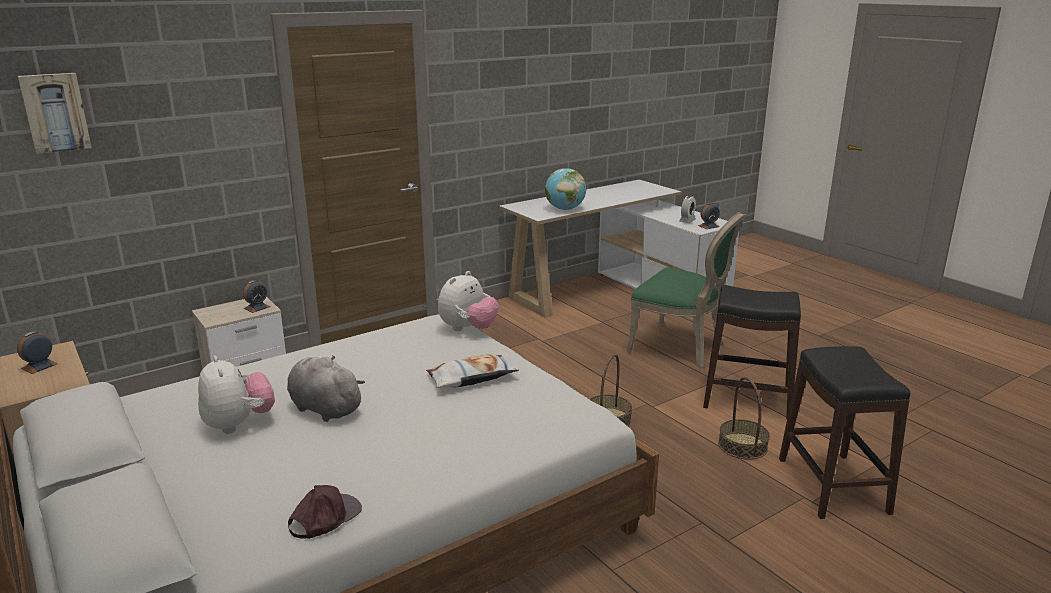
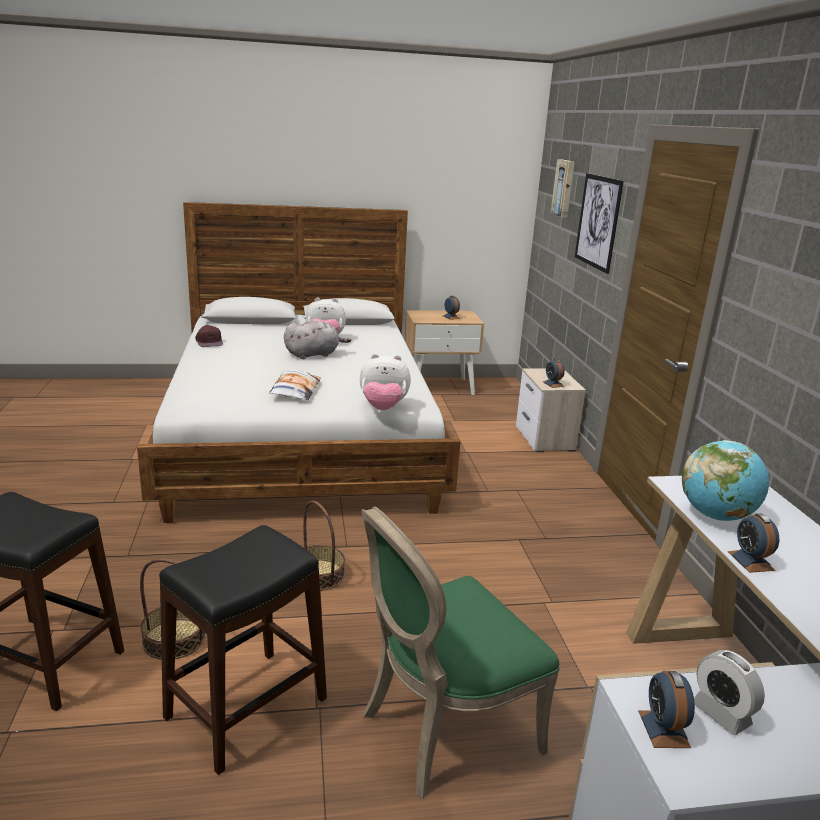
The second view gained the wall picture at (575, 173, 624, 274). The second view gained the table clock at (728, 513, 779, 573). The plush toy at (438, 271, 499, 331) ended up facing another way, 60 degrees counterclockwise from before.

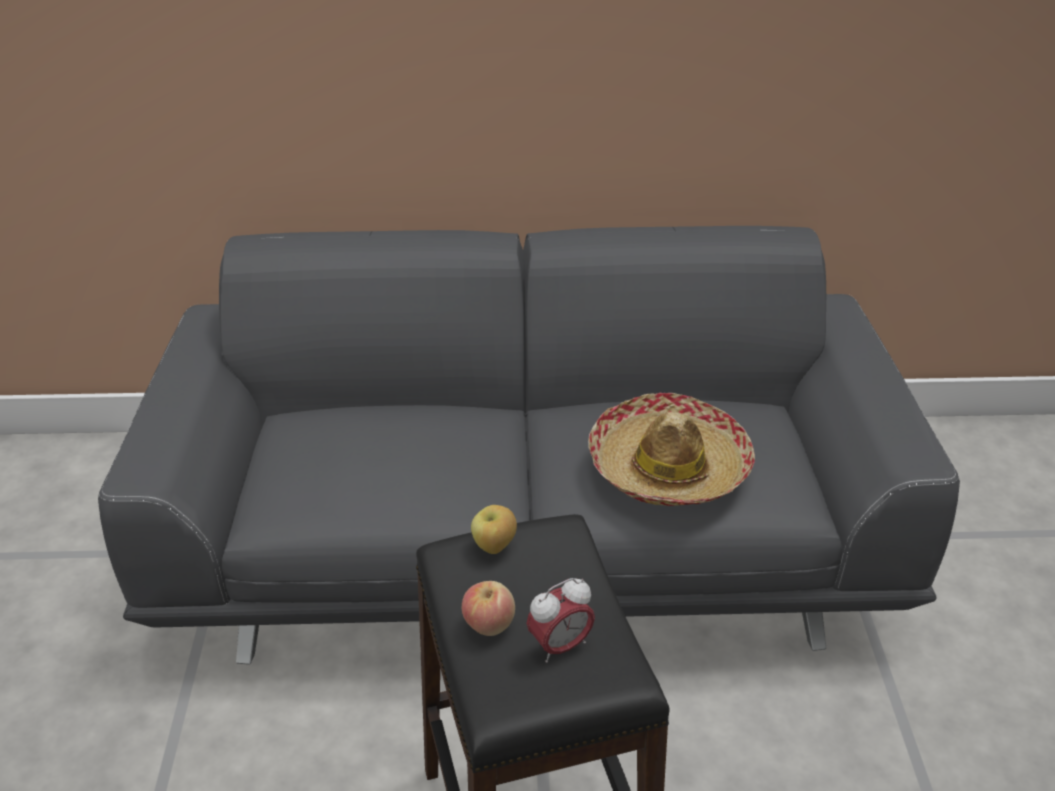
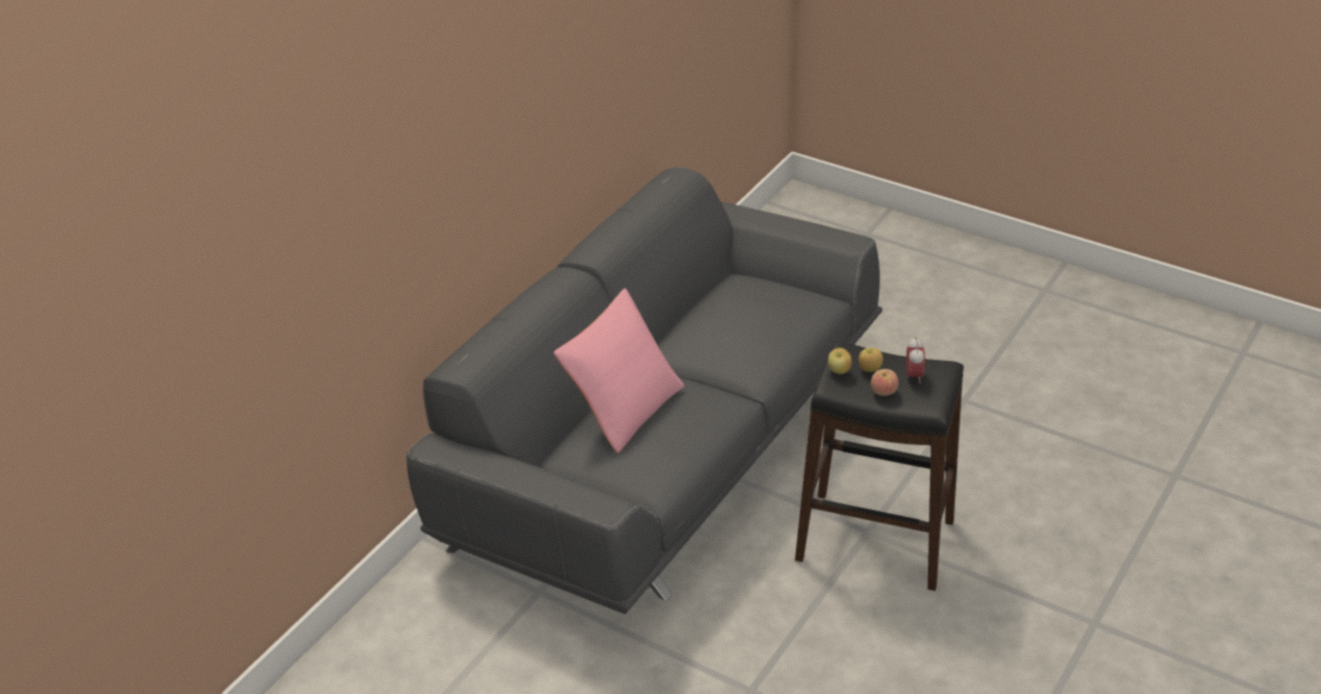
The second view lost the clothing hat at (588, 393, 755, 506). The second view gained the throw pillow/pink-coloured at (554, 288, 684, 453). The second view gained the apple fruit at (859, 348, 883, 372).

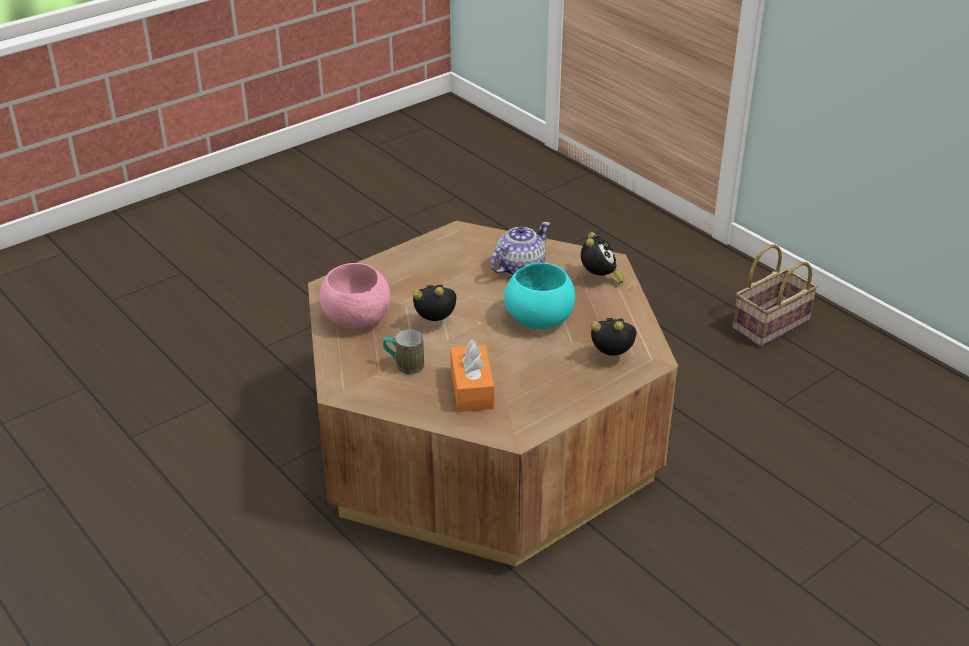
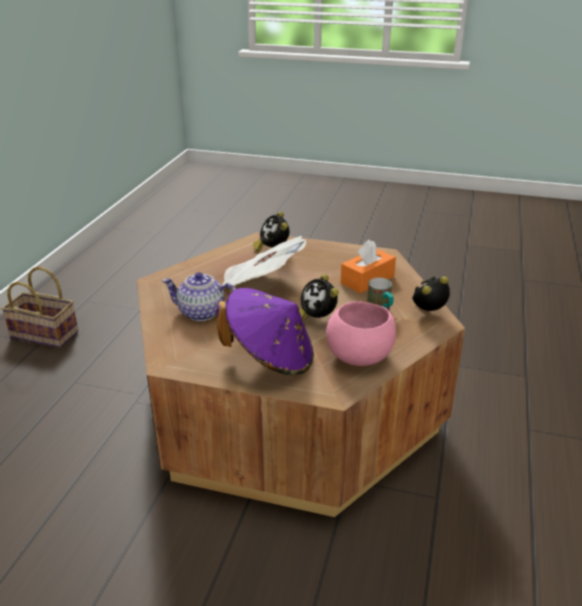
The second view gained the clothing hat/purplish at (217, 288, 314, 375). The table clock ended up elsewhere, having gone from (581, 232, 624, 284) to (412, 276, 450, 311). Where the serving bowl/blue-green stood at (504, 262, 575, 329), the newspaper came to stand at (222, 236, 307, 288).

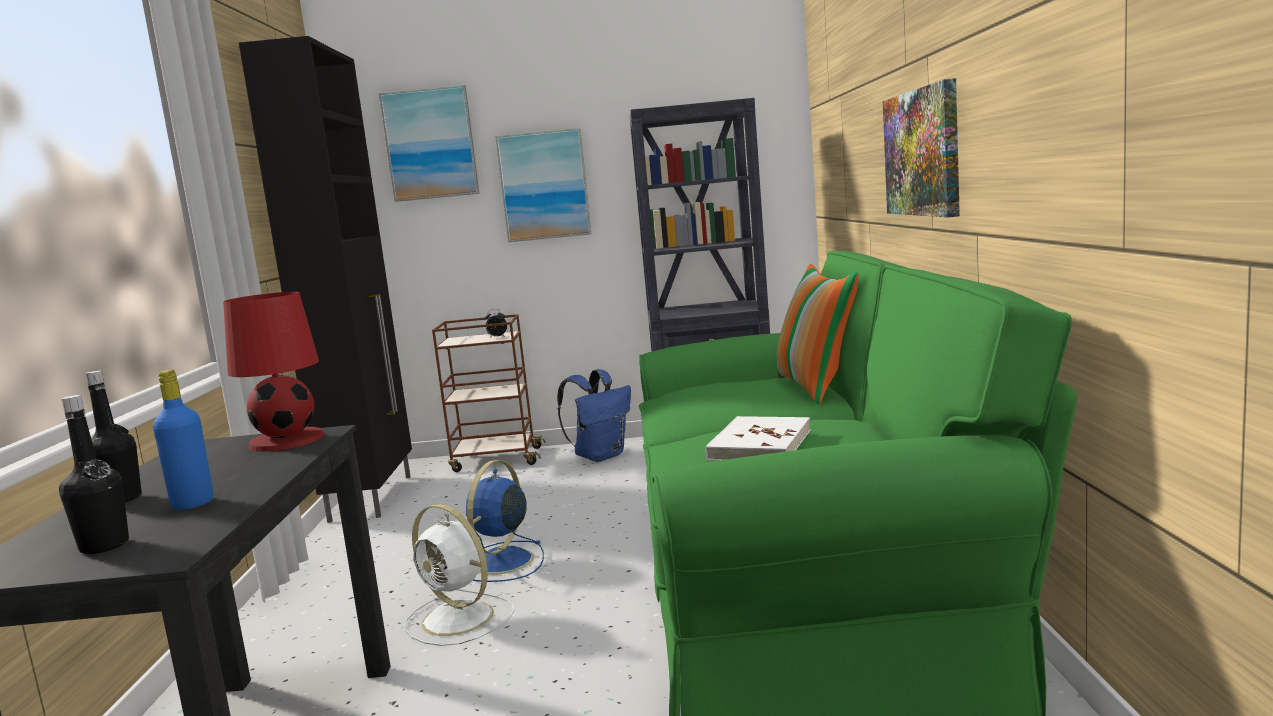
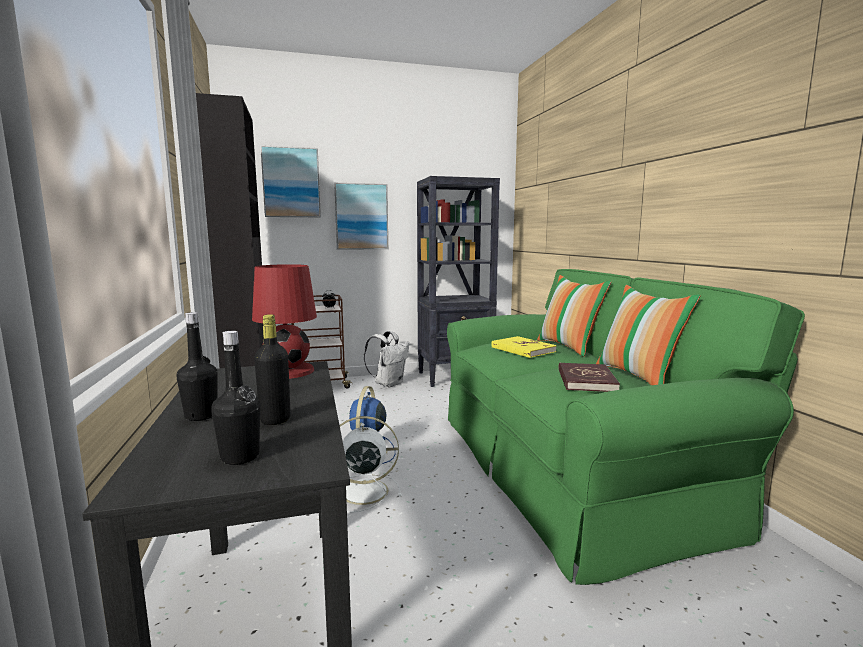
The second view lost the wall picture at (883, 78, 960, 217). The second view gained the volume/yellow at (491, 336, 557, 358). The second view gained the throw pillow at (596, 285, 700, 385). What was the bottle/bluish at (153, 369, 213, 510) turned into the bottle/blackish at (254, 314, 291, 425). What was the rucksack/bluish at (557, 369, 631, 462) turned into the rucksack/whitish at (364, 331, 409, 388). What was the volume/whitish at (705, 416, 811, 461) turned into the volume/red-coloured at (558, 363, 620, 392). The cooling fan/whitish at (405, 504, 514, 646) ended up facing another way, 150 degrees clockwise from before.

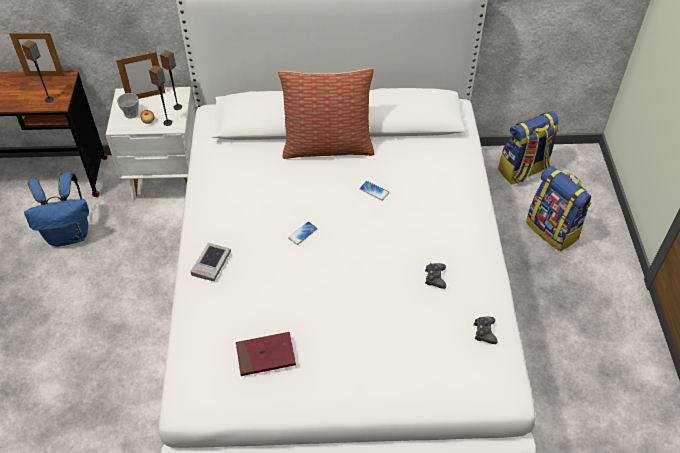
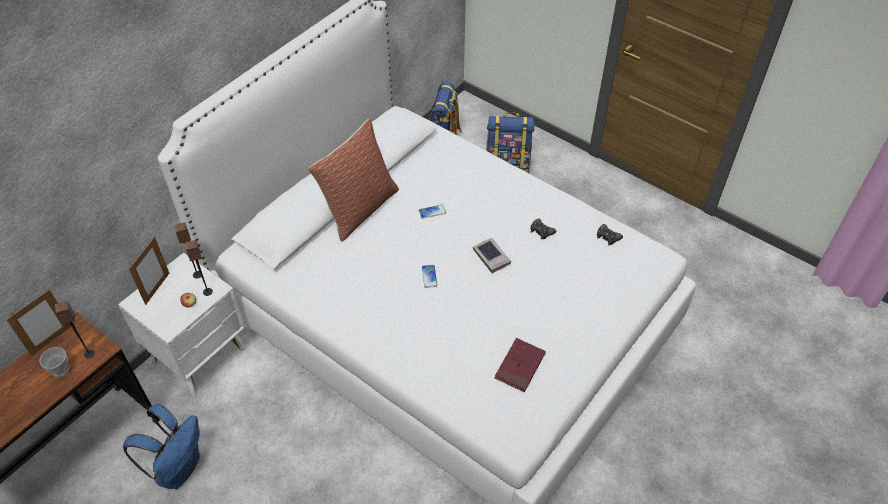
The cup ended up elsewhere, having gone from (117, 93, 139, 119) to (39, 347, 70, 377). The volume ended up elsewhere, having gone from (190, 243, 231, 281) to (473, 238, 511, 273).

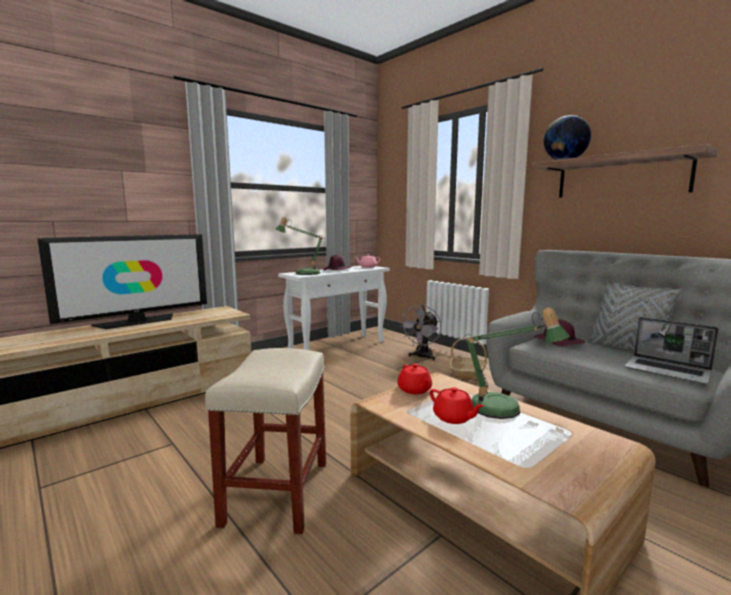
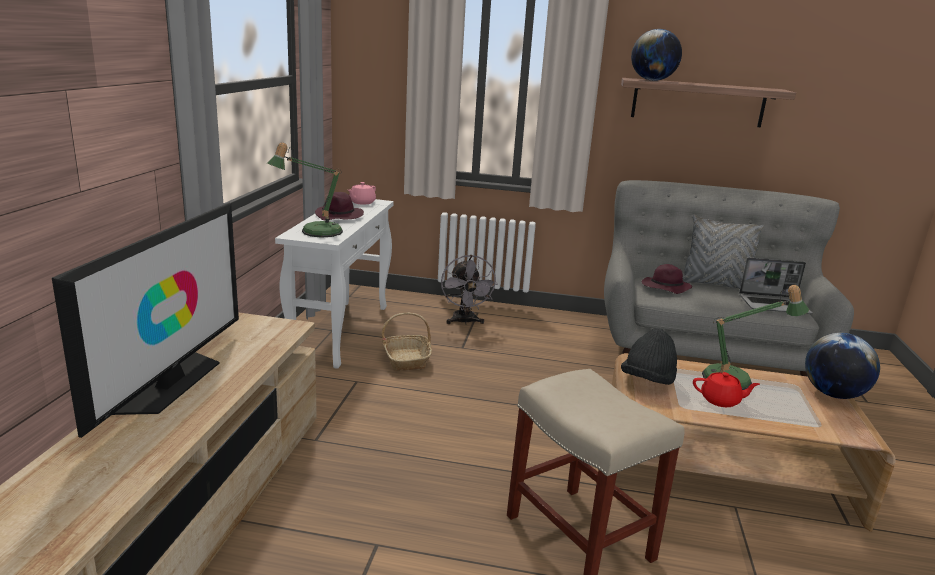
The second view gained the globe at (805, 333, 880, 399). The storage basket ended up elsewhere, having gone from (450, 338, 488, 381) to (381, 313, 432, 371). Where the pot for tea/red-coloured stood at (397, 363, 432, 394), the clothing hat/blackish came to stand at (621, 328, 677, 385).

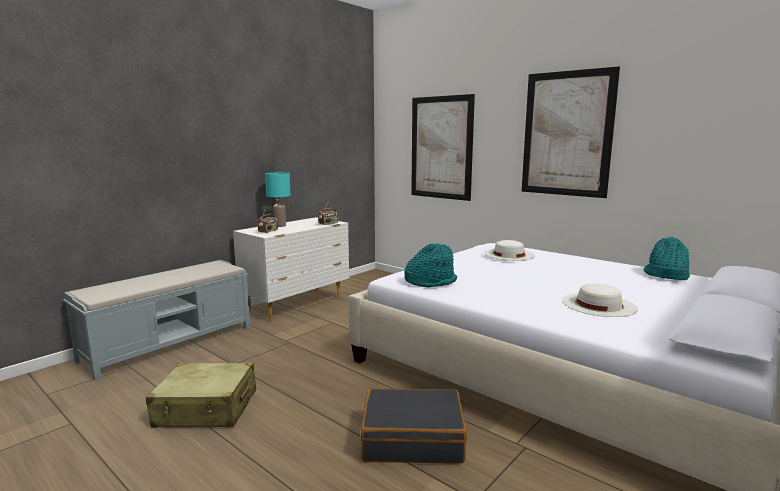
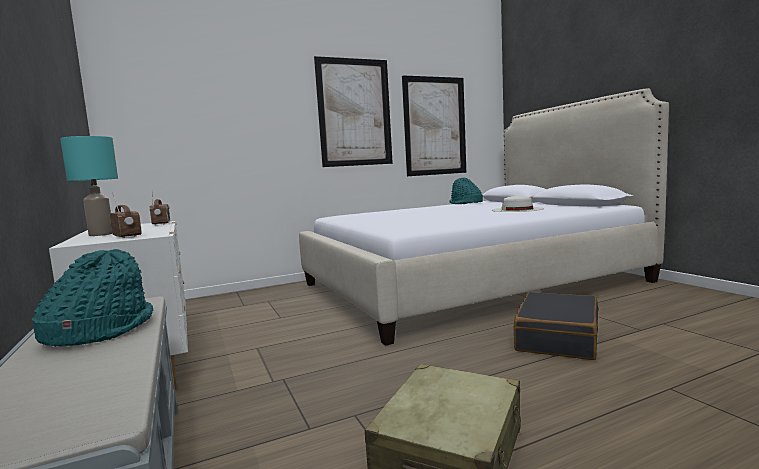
The second view lost the clothing hat/whitish at (484, 240, 535, 261). The clothing hat/blue-green ended up elsewhere, having gone from (404, 243, 457, 288) to (32, 249, 153, 346). The wall picture ended up elsewhere, having gone from (411, 94, 475, 201) to (402, 75, 466, 176).

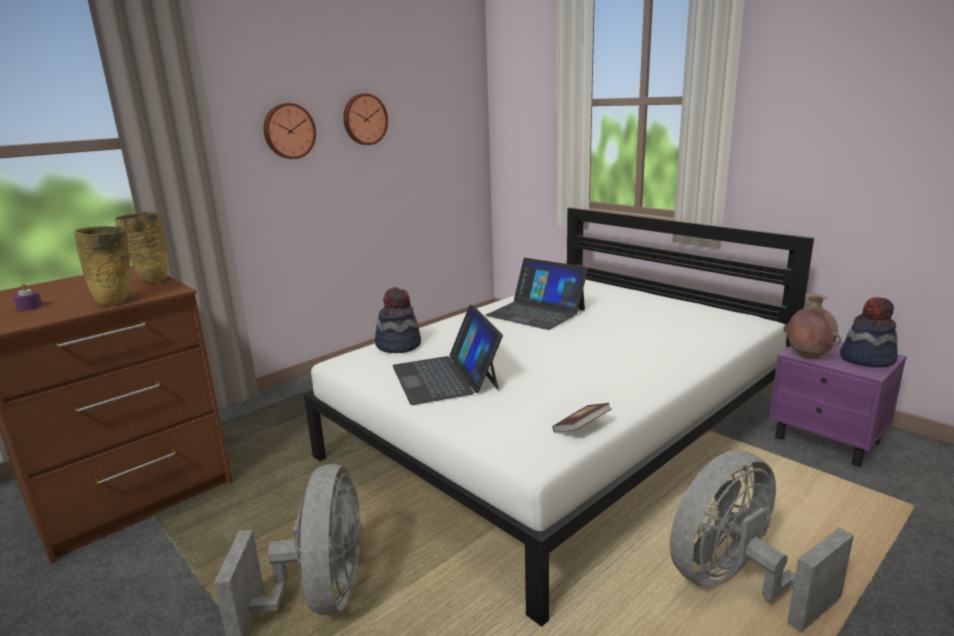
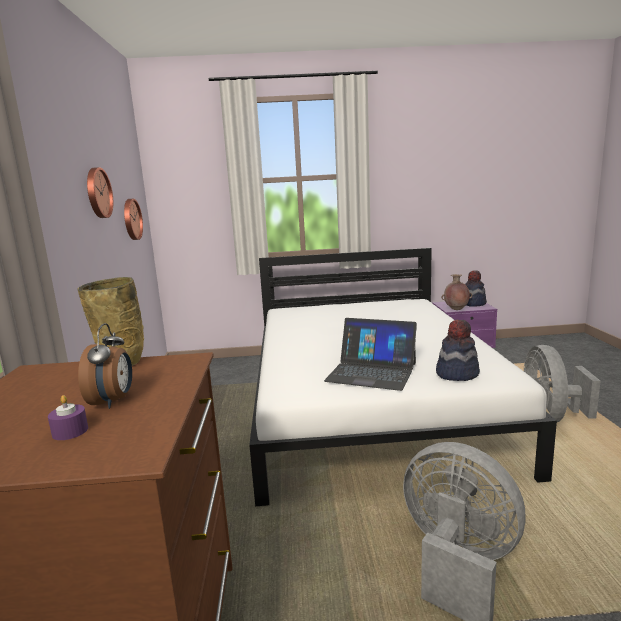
The second view lost the flower vase/sand-coloured at (75, 226, 131, 305). The second view lost the notebook computer at (486, 258, 588, 330). The second view lost the volume at (552, 403, 612, 432). The second view gained the table clock at (78, 323, 132, 409). The clock on the wall ended up elsewhere, having gone from (264, 103, 316, 159) to (124, 199, 143, 240). The clothing hat ended up elsewhere, having gone from (375, 287, 421, 353) to (436, 320, 480, 381).

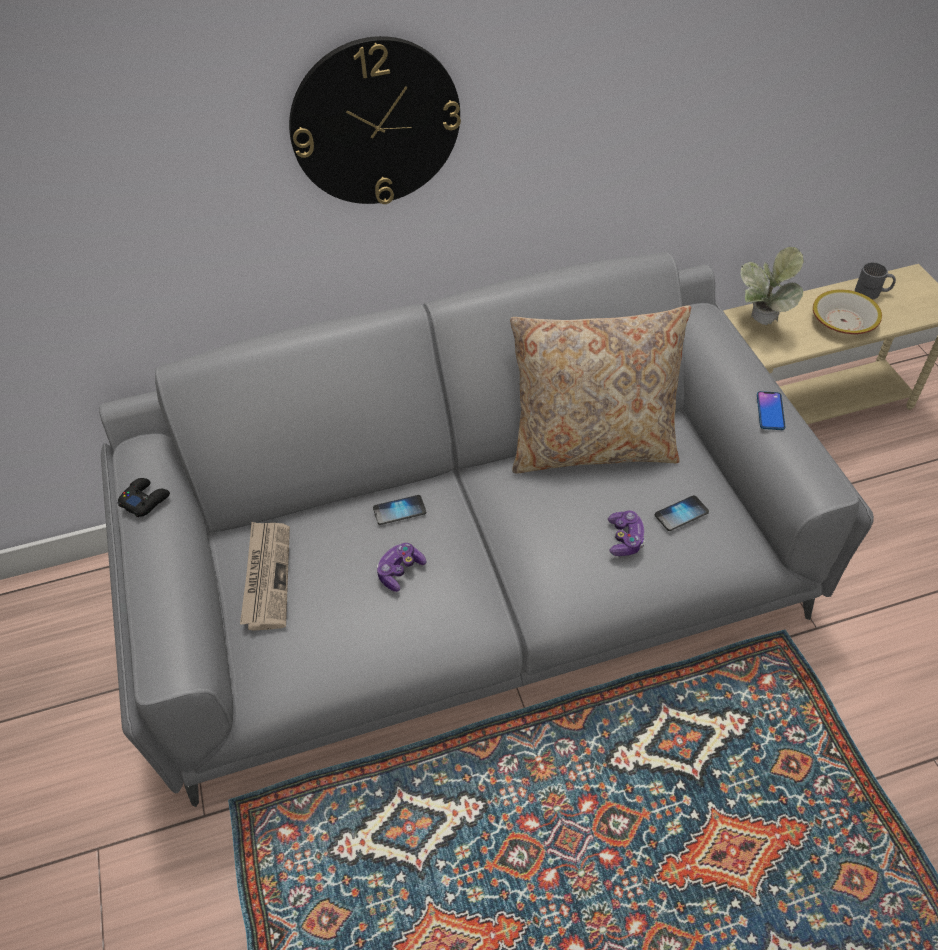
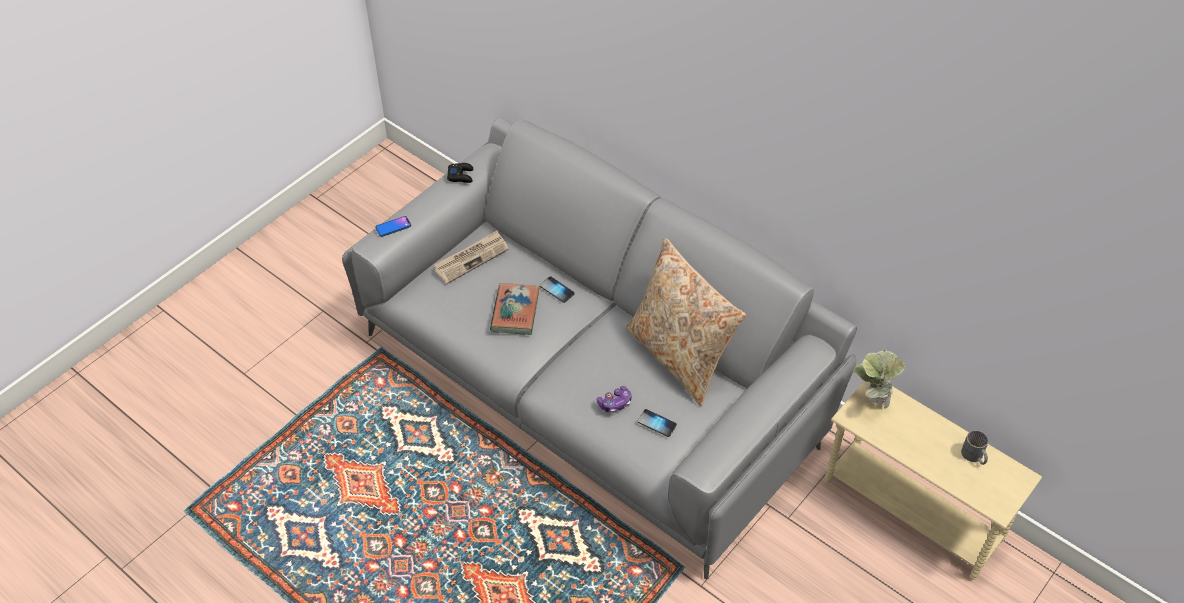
The second view lost the clock on the wall at (289, 36, 461, 204). The second view lost the serving bowl at (813, 290, 882, 334). The telephone ended up elsewhere, having gone from (757, 391, 785, 430) to (375, 216, 411, 237). Where the gamepad stood at (377, 543, 426, 592), the volume came to stand at (490, 283, 540, 335).

